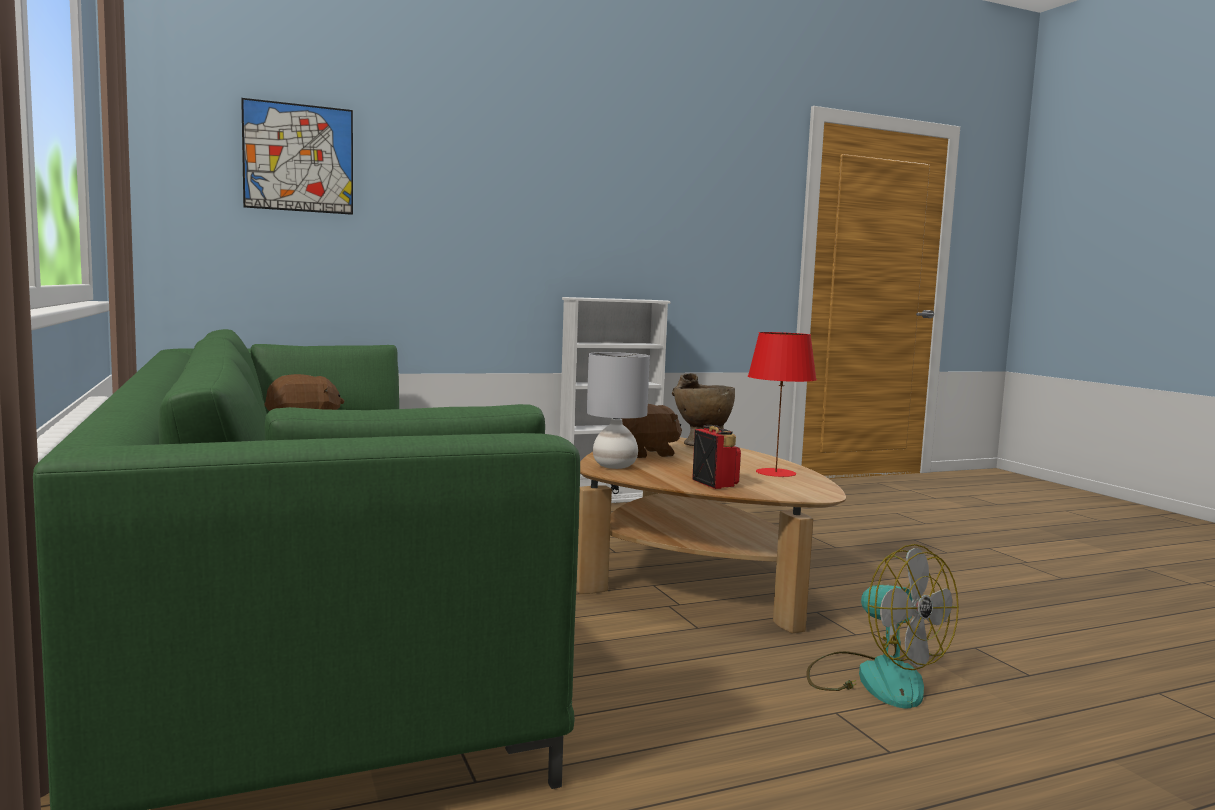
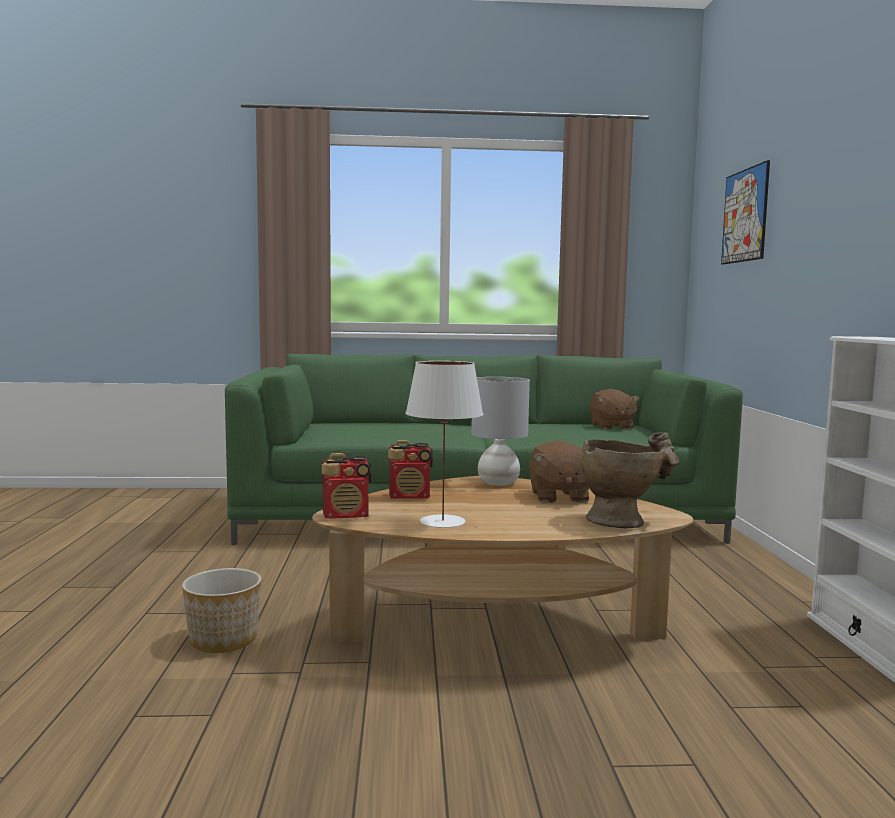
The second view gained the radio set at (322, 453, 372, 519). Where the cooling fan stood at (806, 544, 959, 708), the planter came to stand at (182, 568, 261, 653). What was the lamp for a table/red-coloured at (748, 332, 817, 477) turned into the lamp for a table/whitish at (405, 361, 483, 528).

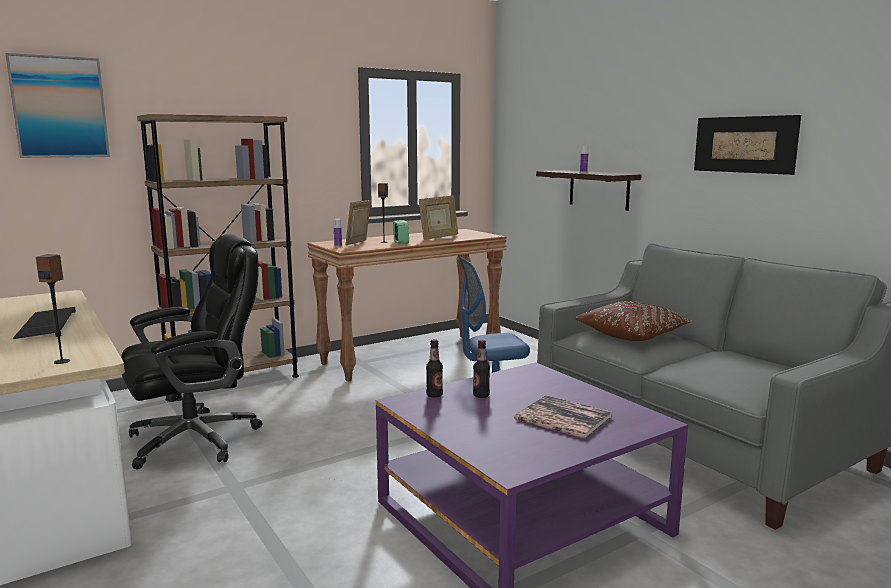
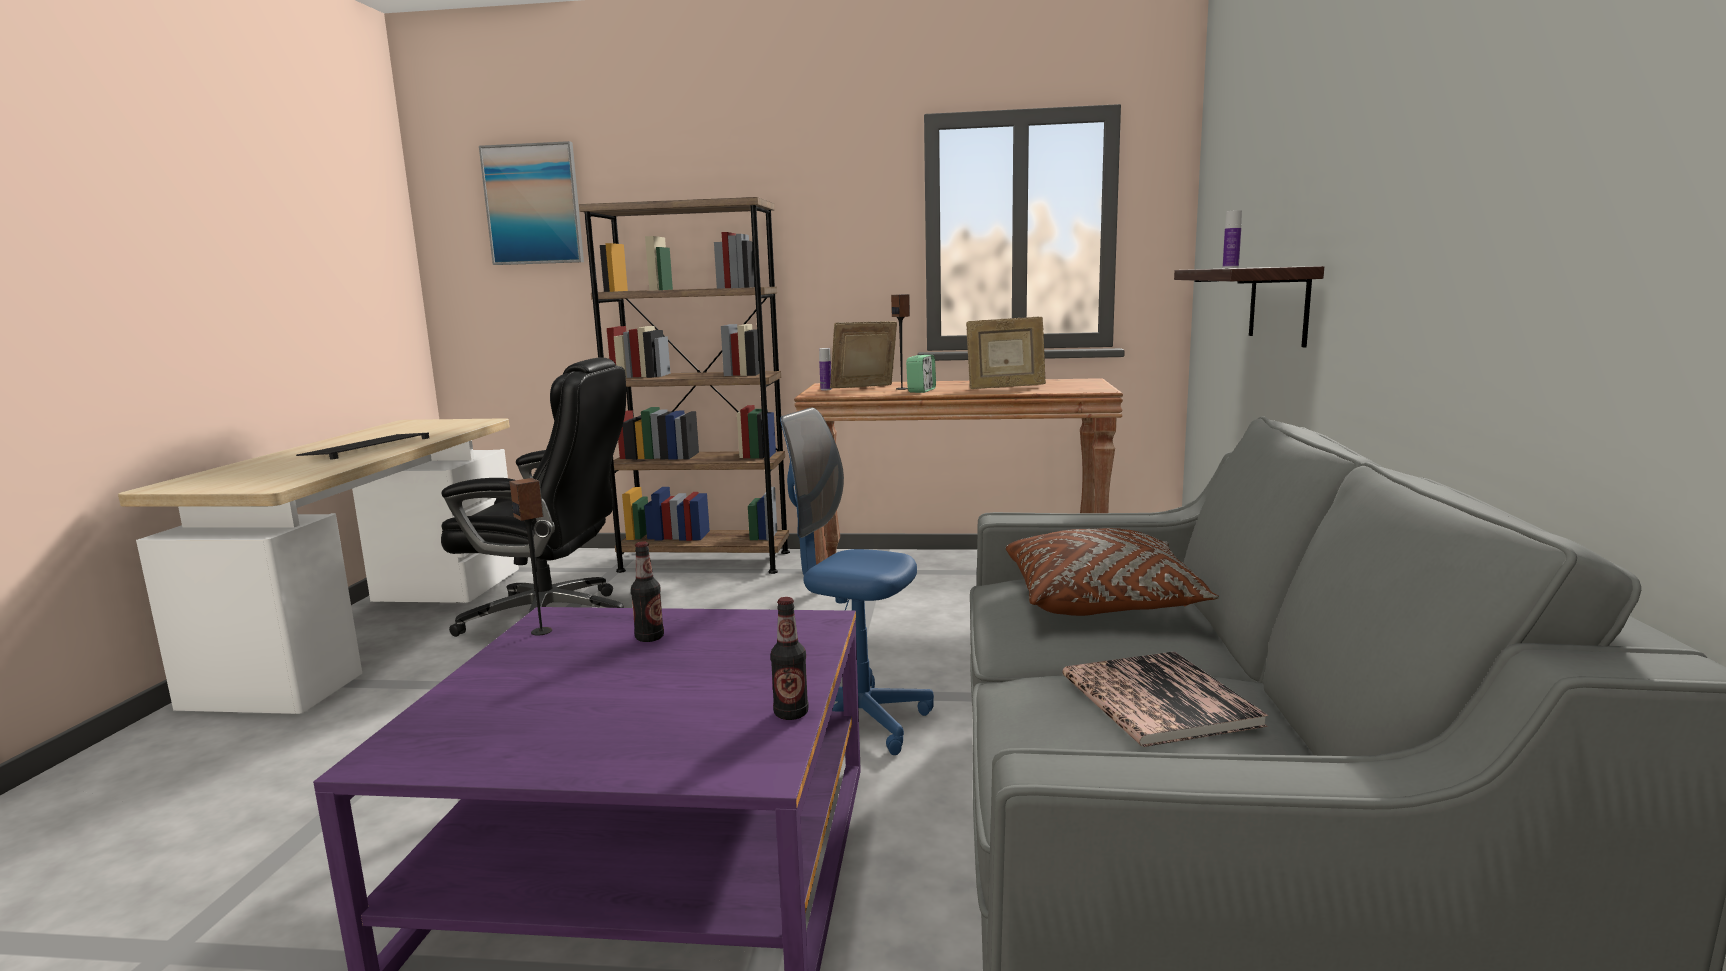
The second view lost the wall picture at (694, 115, 801, 175). The audio speaker ended up elsewhere, having gone from (36, 254, 70, 364) to (510, 478, 552, 636). The bottle ended up elsewhere, having gone from (426, 339, 443, 398) to (770, 597, 808, 720). The volume ended up elsewhere, having gone from (514, 395, 612, 439) to (1062, 651, 1269, 747).

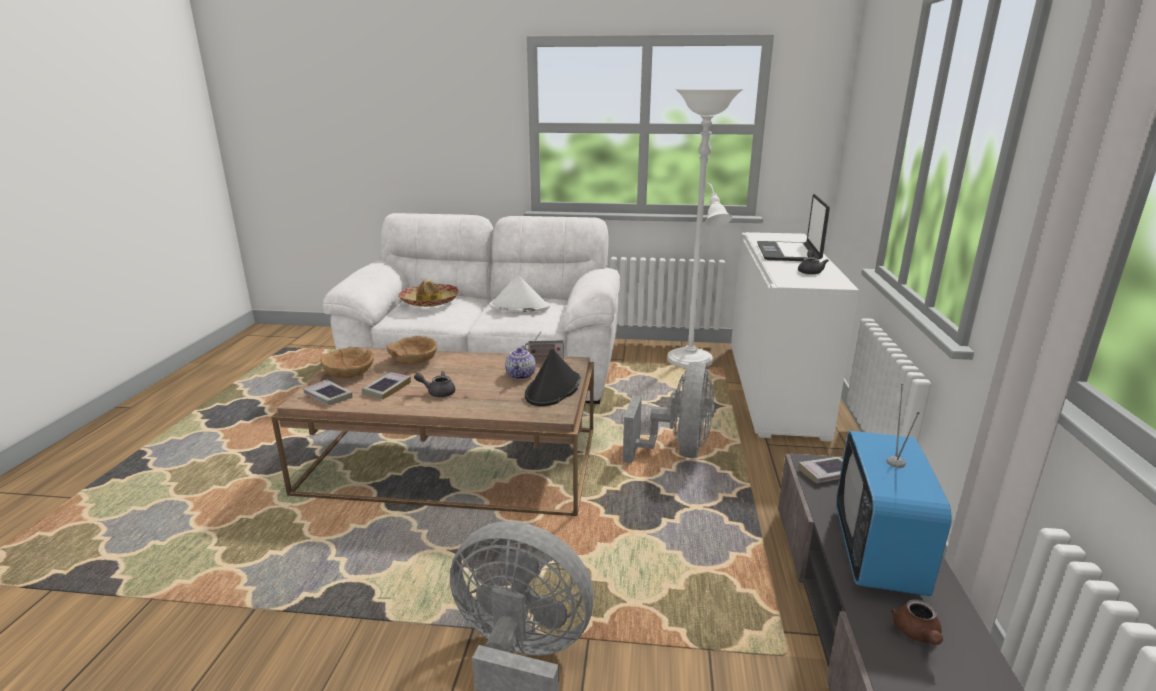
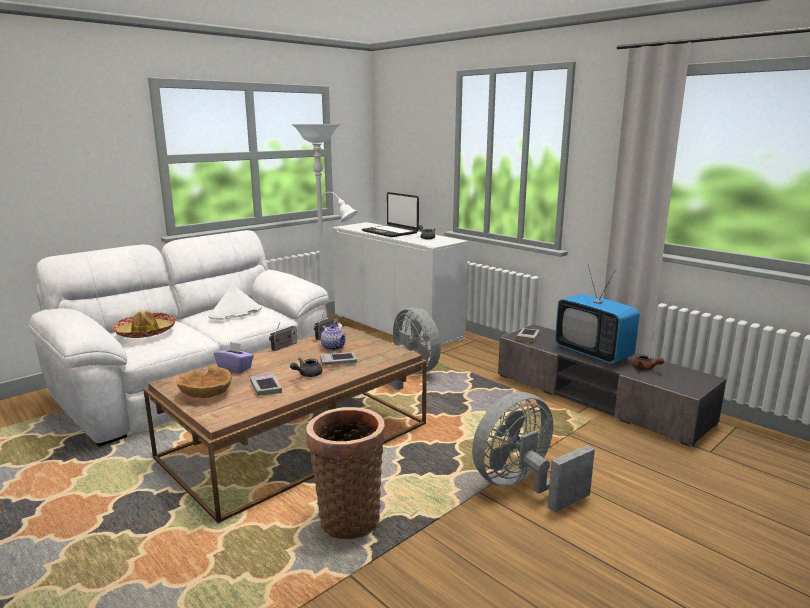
The second view lost the clothing hat/blackish at (525, 349, 581, 406). The second view gained the radio set at (269, 322, 297, 351). The second view gained the storage basket at (306, 407, 386, 539). The volume ended up elsewhere, having gone from (303, 380, 352, 405) to (320, 352, 357, 366). Where the serving bowl/brown-coloured stood at (386, 336, 437, 364), the box of tissues/purplish came to stand at (214, 342, 254, 373).

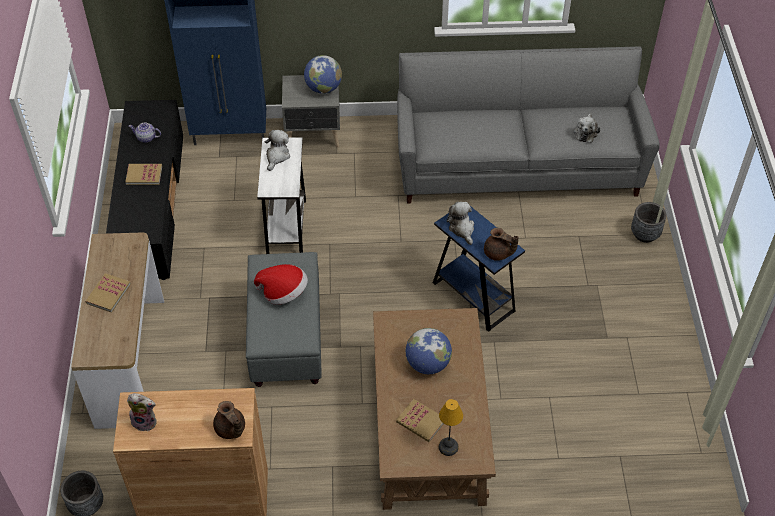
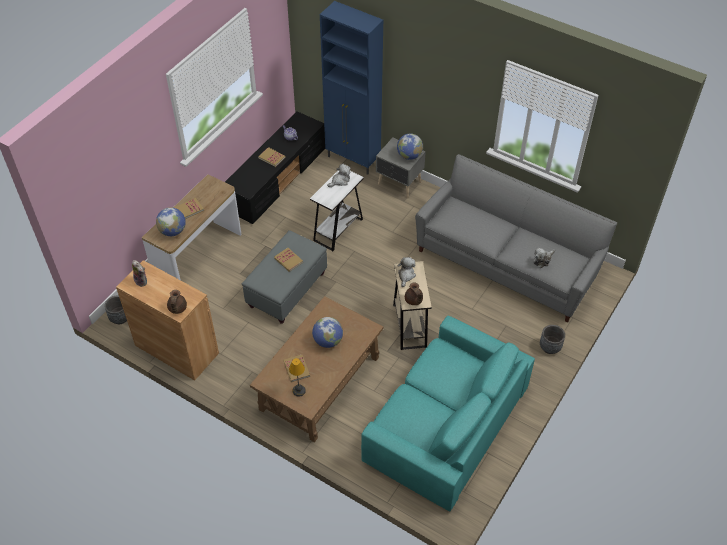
The second view gained the globe at (156, 207, 186, 236). The second view gained the sofa/blue-green at (361, 316, 535, 511). Where the clothing hat stood at (254, 264, 308, 305), the volume came to stand at (274, 248, 303, 272). What was the accent table/bluish at (433, 206, 525, 332) turned into the accent table/sand-coloured at (393, 261, 432, 350).

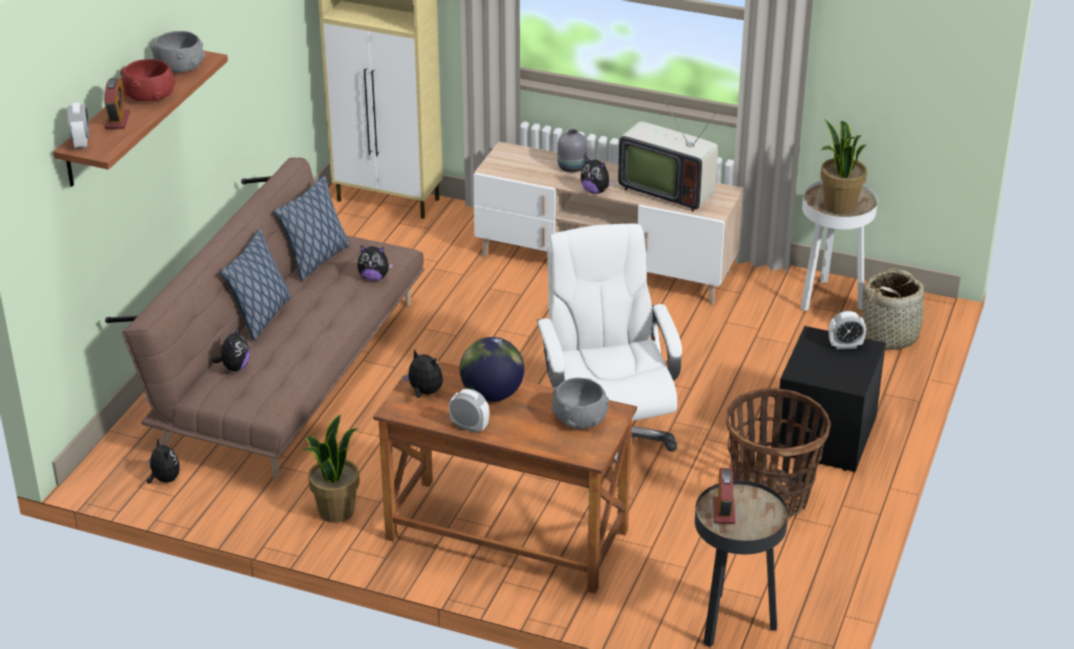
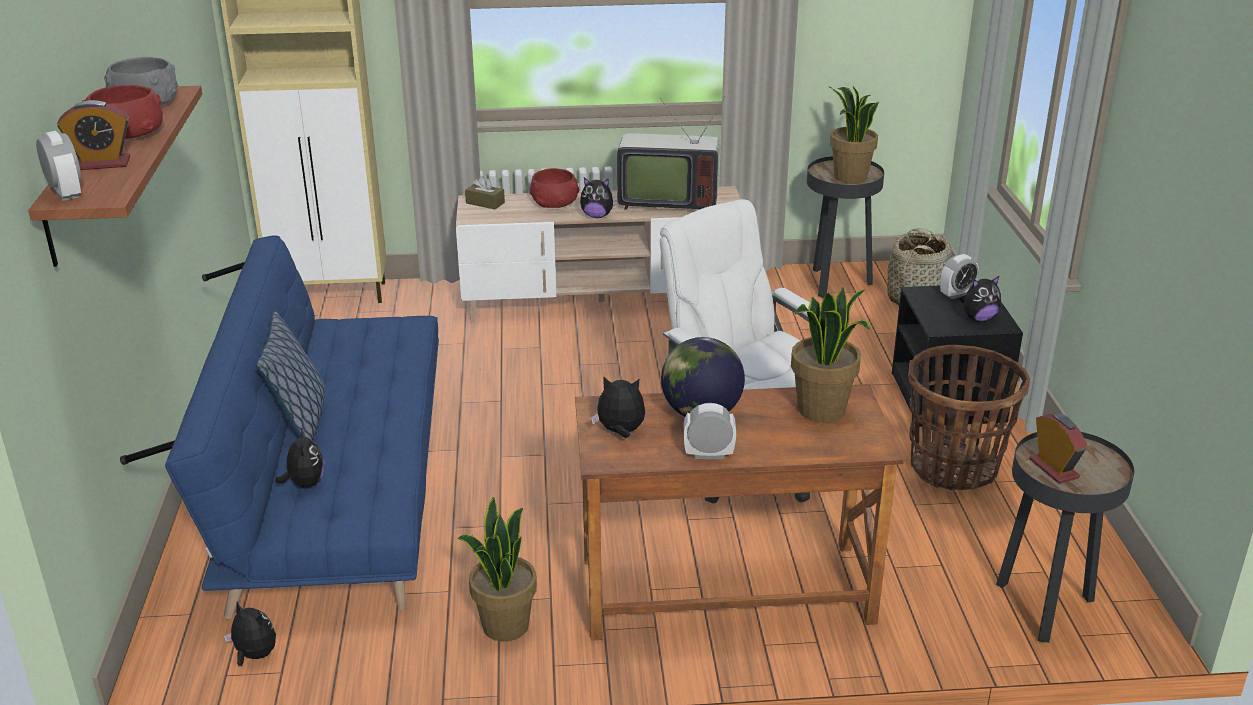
The second view lost the throw pillow at (273, 176, 350, 281). The second view gained the box of tissues/brown-coloured at (465, 176, 505, 209). The plush toy ended up elsewhere, having gone from (358, 245, 393, 281) to (960, 275, 1001, 322). Where the serving bowl/grey stood at (551, 378, 609, 429), the houseplant came to stand at (791, 287, 870, 422). Where the flower vase/grey stood at (557, 129, 587, 172), the serving bowl/red-coloured came to stand at (529, 168, 579, 208). What was the sofa/brown-coloured at (105, 158, 424, 479) turned into the sofa/bluish at (120, 235, 439, 619). What was the accent table/whitish at (801, 180, 878, 311) turned into the accent table/blackish at (807, 156, 884, 298). The table clock at (104, 78, 130, 129) ended up facing another way, 105 degrees clockwise from before.

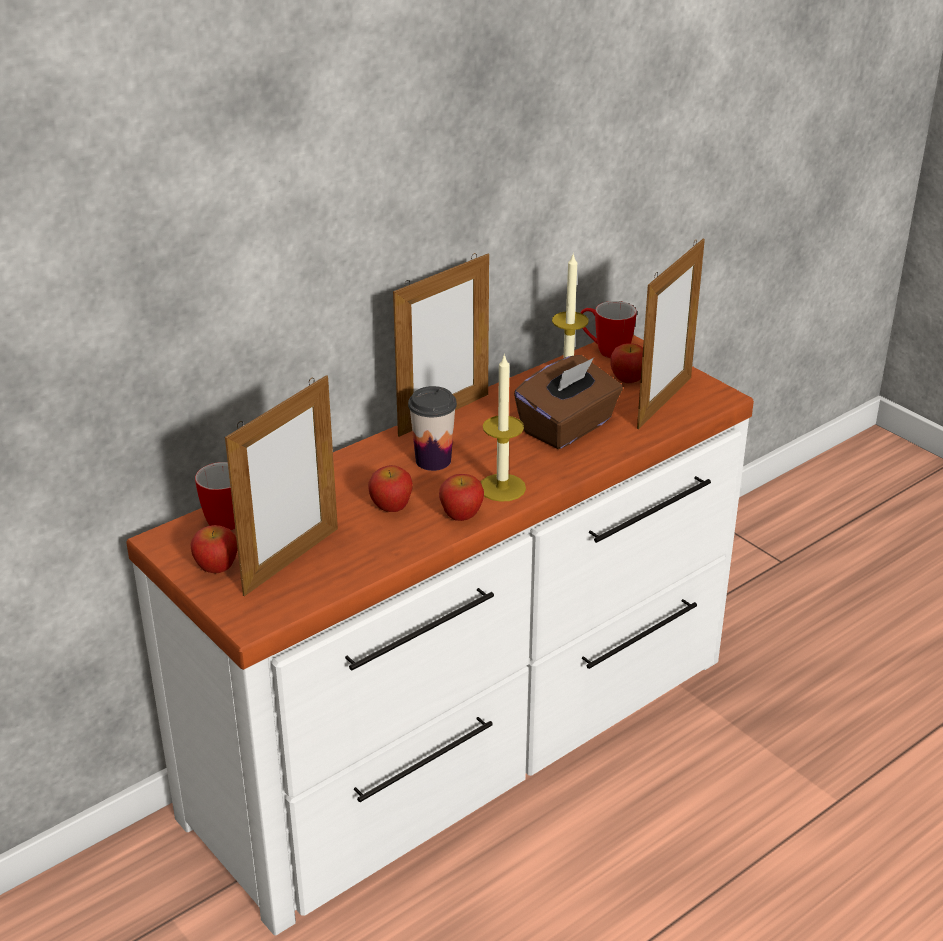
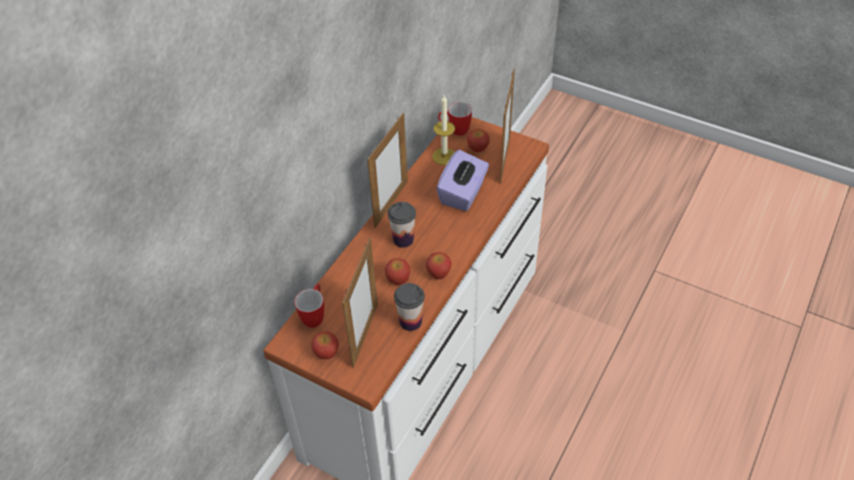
The second view lost the wax candle at (481, 354, 526, 502). The second view gained the cup at (394, 283, 425, 331). What was the box of tissues/brown-coloured at (514, 355, 623, 449) turned into the box of tissues/purplish at (436, 150, 489, 211).

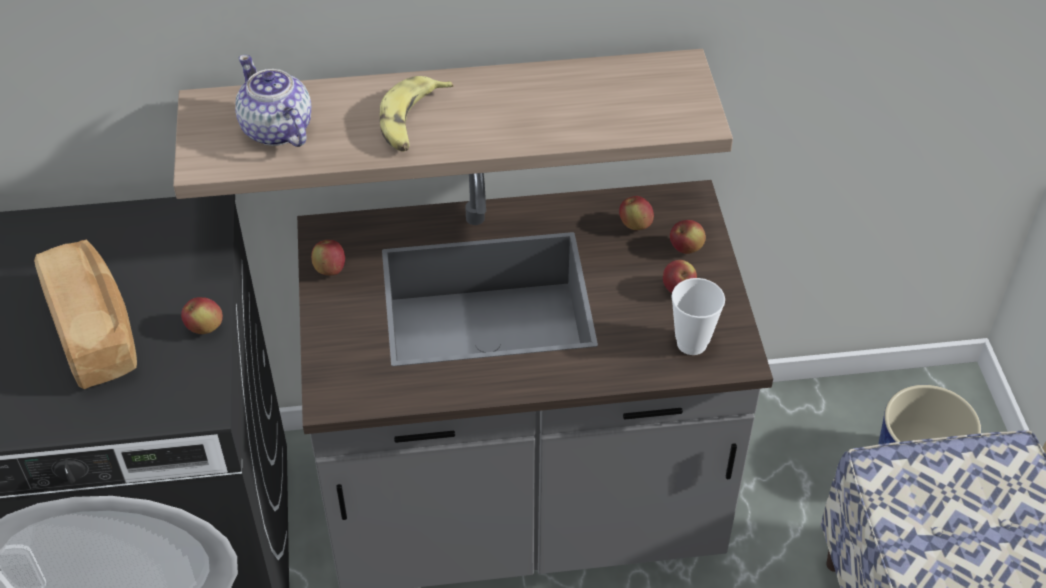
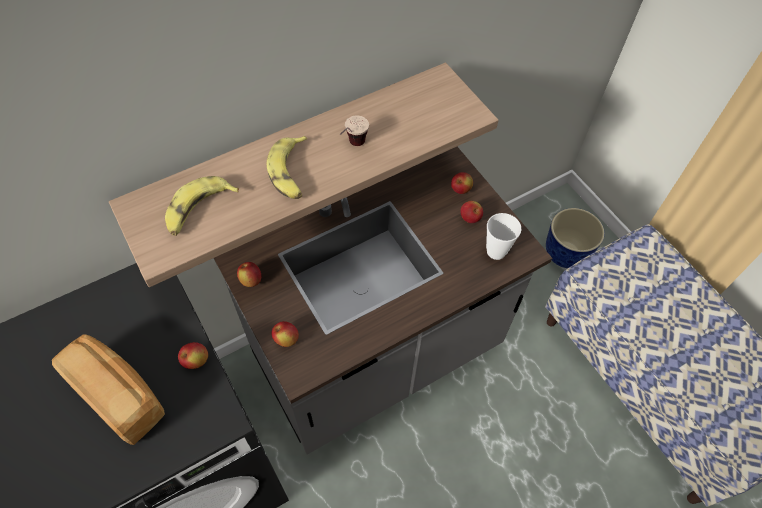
The second view gained the cup at (340, 115, 369, 146). The apple fruit ended up elsewhere, having gone from (619, 196, 654, 230) to (271, 321, 299, 347). Where the pot for tea stood at (235, 55, 311, 147), the banana came to stand at (165, 176, 239, 236).

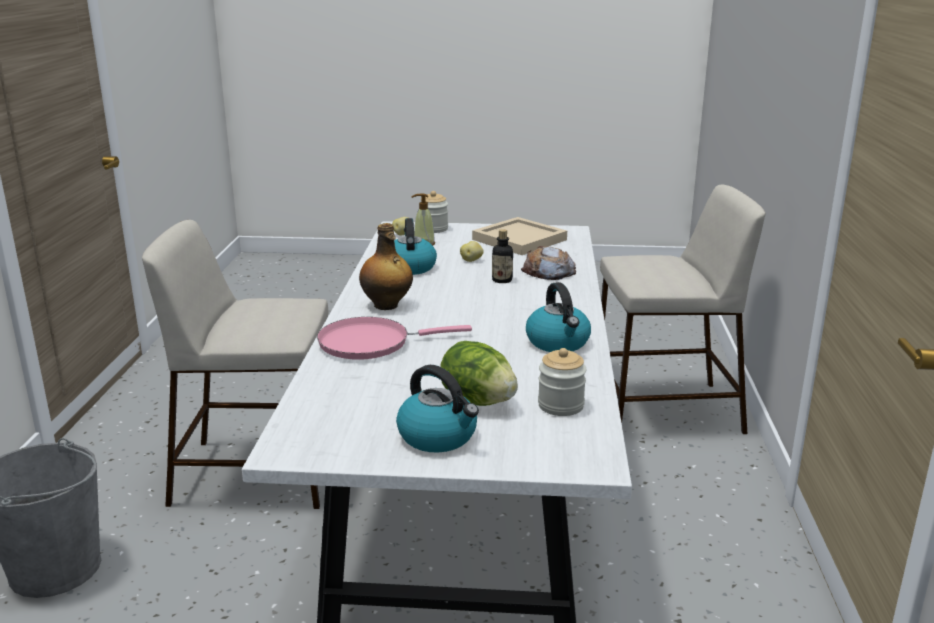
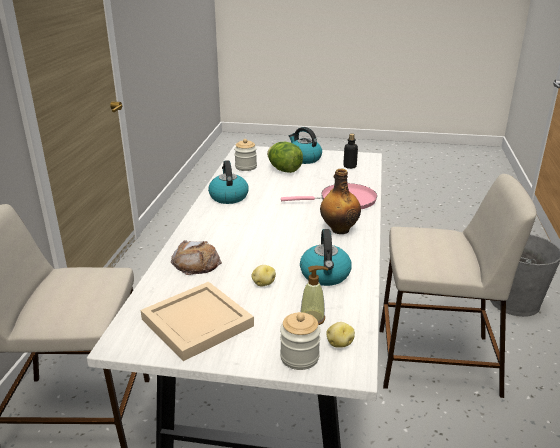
The bottle ended up elsewhere, having gone from (492, 229, 513, 283) to (344, 134, 358, 169).

